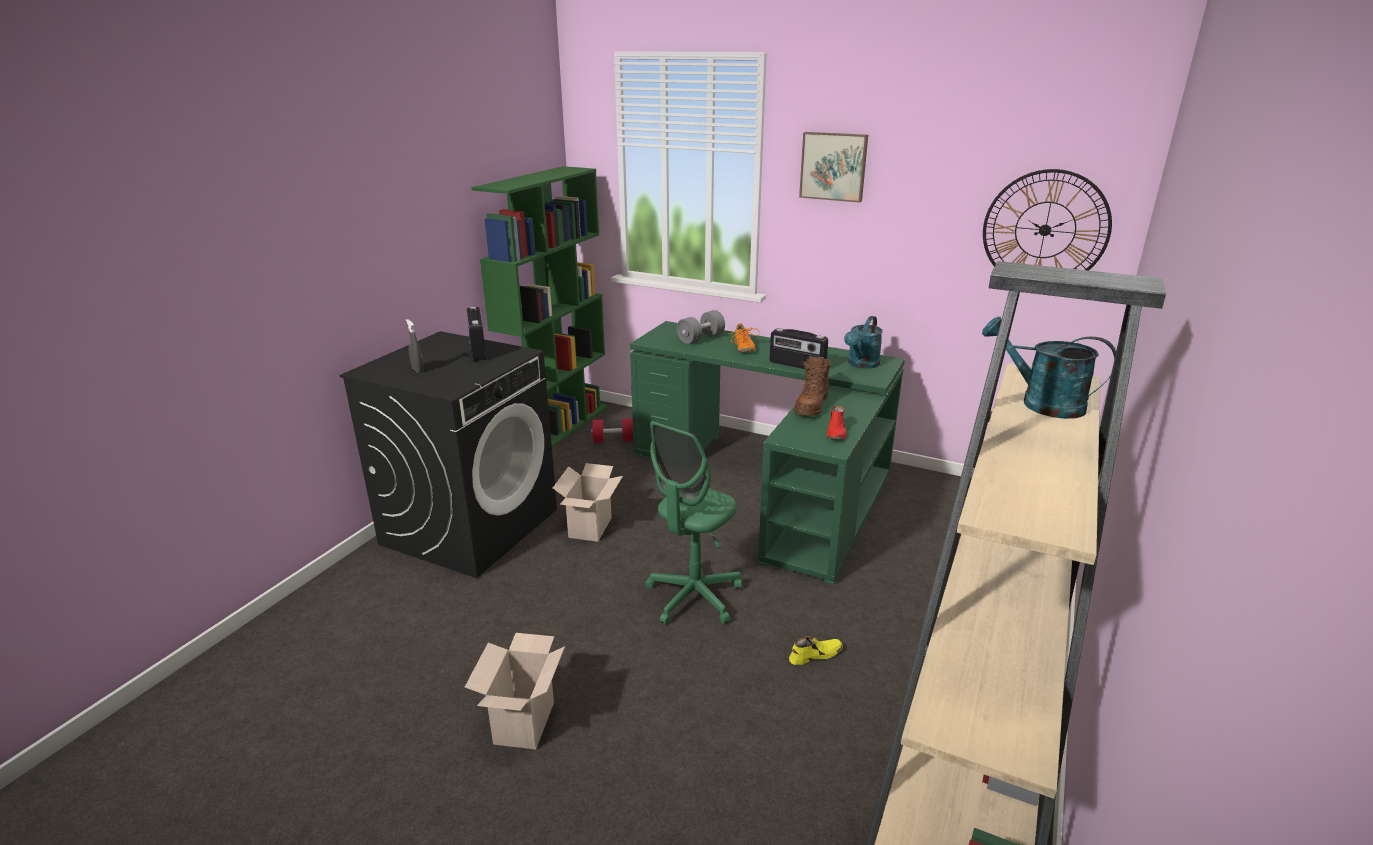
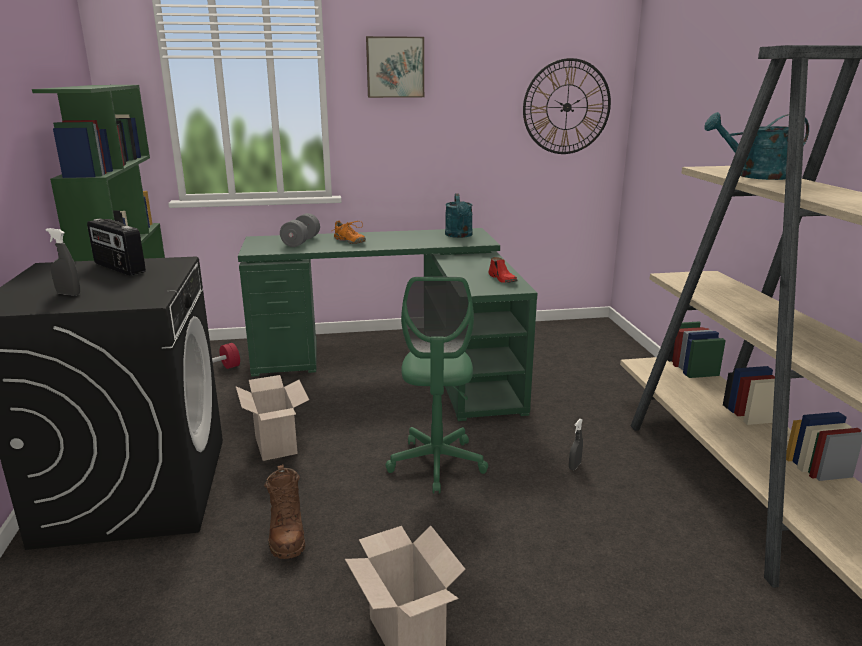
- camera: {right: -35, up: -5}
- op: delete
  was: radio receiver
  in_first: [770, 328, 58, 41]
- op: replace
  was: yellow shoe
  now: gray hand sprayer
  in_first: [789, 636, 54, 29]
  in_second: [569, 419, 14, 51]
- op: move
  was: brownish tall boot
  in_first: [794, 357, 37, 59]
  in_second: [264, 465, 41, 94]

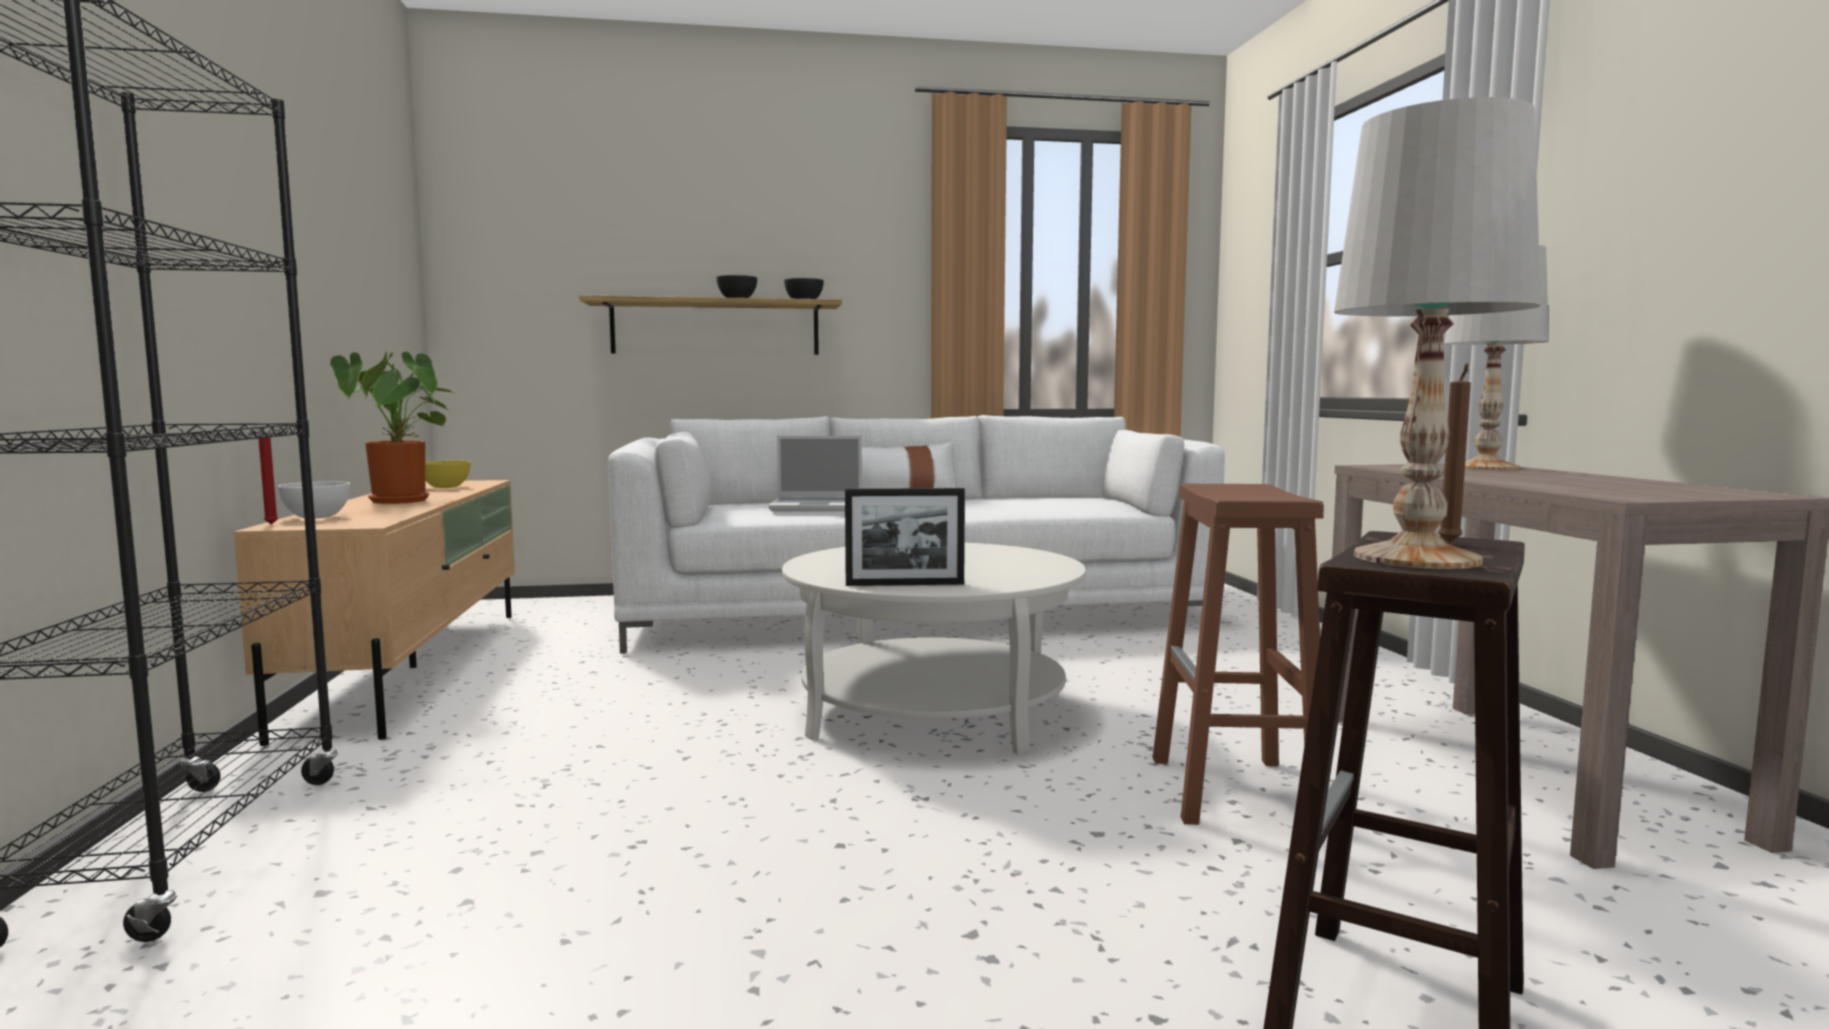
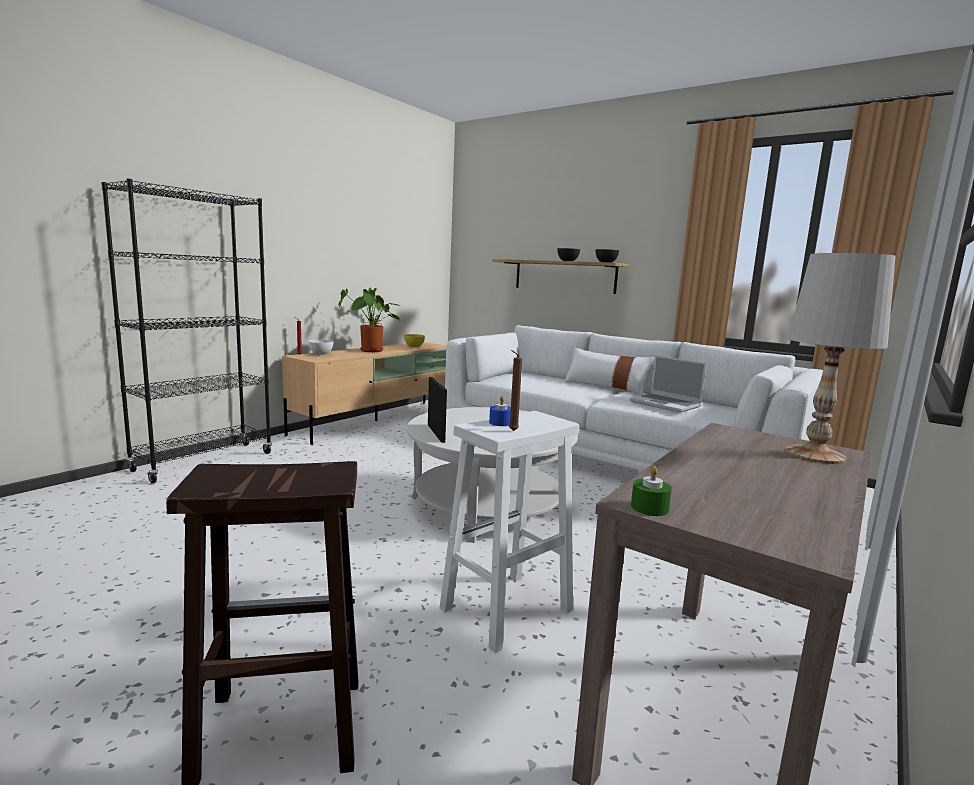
- camera: {right: 45, up: 5}
- op: move
  was: portable computer
  in_first: [768, 436, 94, 76]
  in_second: [630, 355, 77, 58]
- op: rotate
  was: picture frame
  in_first: [845, 488, 120, 98]
  in_second: [428, 377, 19, 66]
  clockwise: -150
- op: recolor
  was: brownish stool
  now: whitish stool
  in_first: [1153, 484, 171, 341]
  in_second: [440, 411, 139, 242]
- op: delete
  was: whitish table lamp
  in_first: [1334, 97, 207, 472]
- op: move
  was: brownish candle
  in_first: [1438, 363, 33, 180]
  in_second: [509, 350, 13, 81]
- op: insert
  now: blue candle
  in_second: [489, 396, 22, 30]
- op: insert
  now: greenish candle
  in_second: [631, 466, 41, 50]

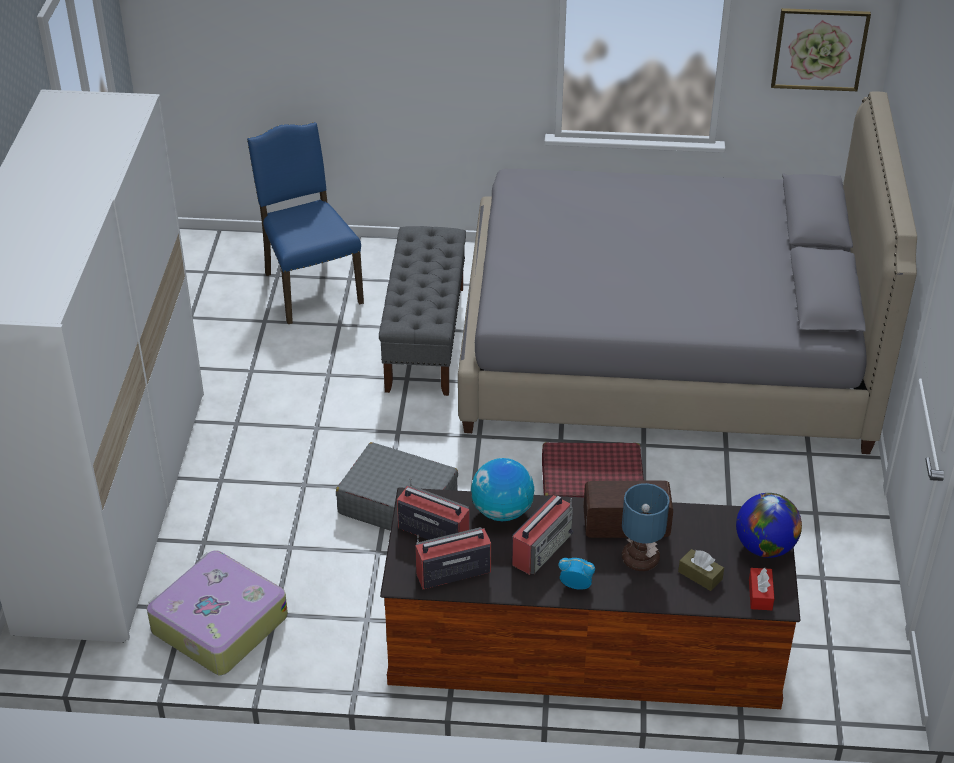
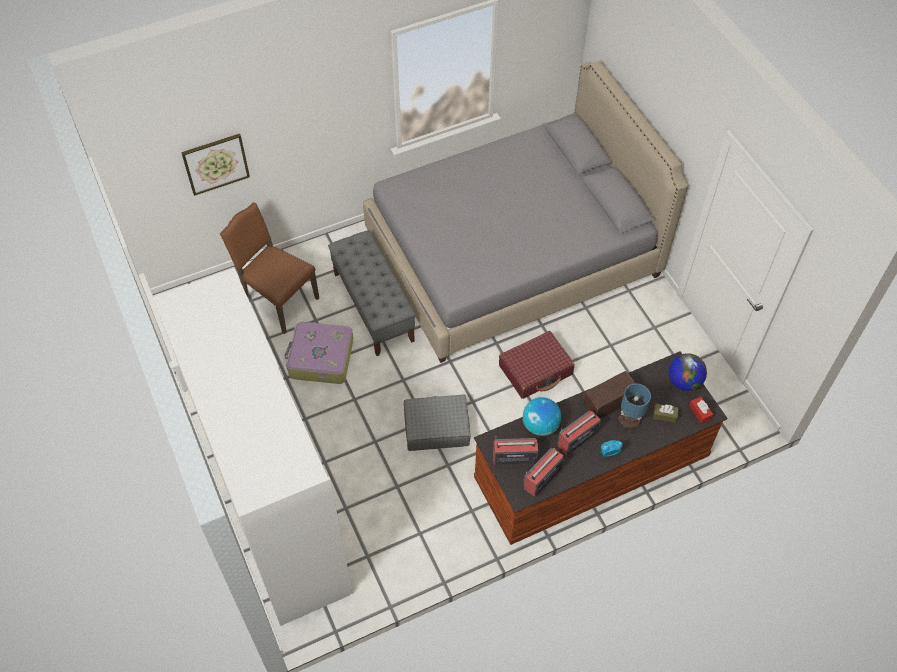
- camera: {right: -30, up: 15}
- op: move
  was: travel case
  in_first: [147, 551, 141, 124]
  in_second: [285, 322, 68, 62]
- op: recolor
  was: blue chair
  now: brownish chair
  in_first: [247, 122, 117, 202]
  in_second: [220, 202, 99, 132]
- op: rotate
  was: radio receiver
  in_first: [512, 495, 62, 80]
  in_second: [558, 411, 43, 44]
  clockwise: -135
- op: move
  was: wall picture
  in_first: [771, 8, 100, 83]
  in_second: [181, 134, 69, 62]

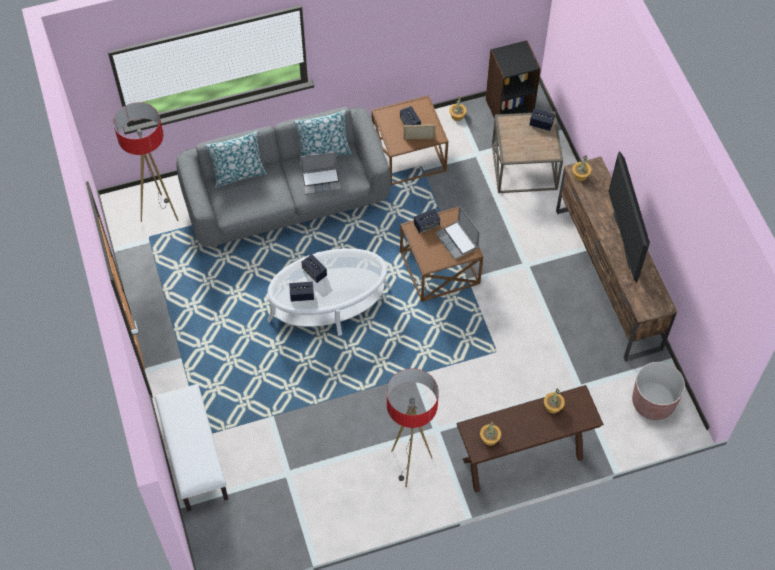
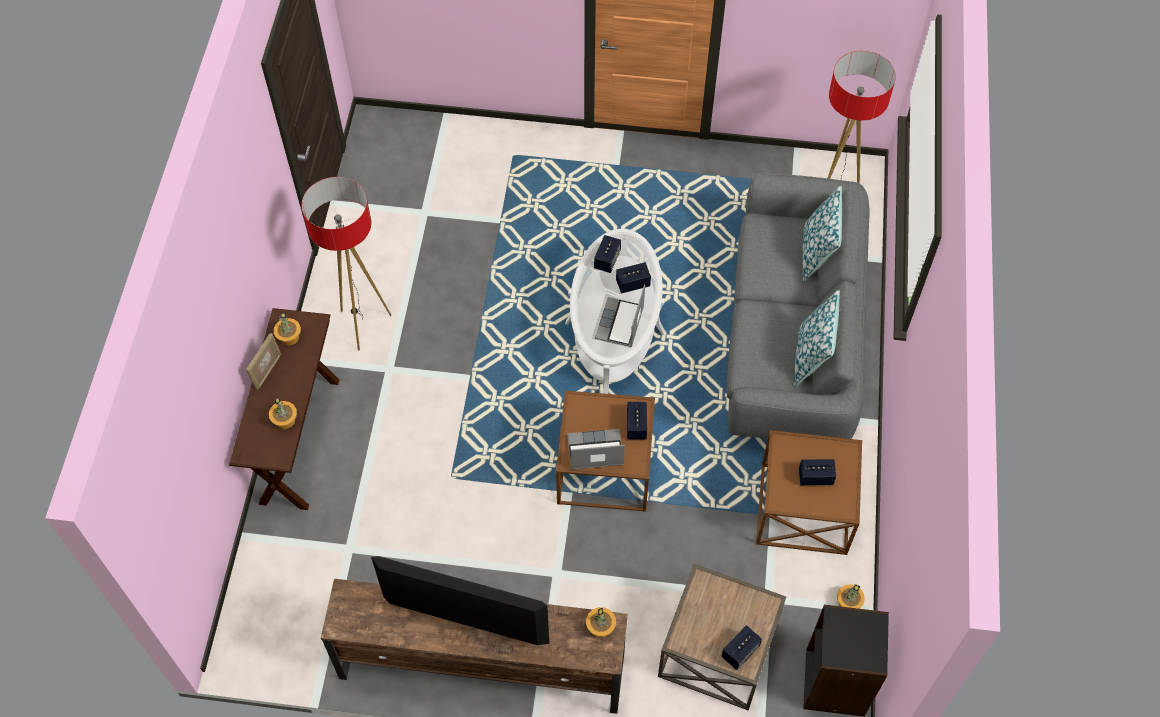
- camera: {right: 115, up: 0}
- op: delete
  was: whitish long seat
  in_first: [155, 384, 73, 127]
- op: move
  was: portable computer
  in_first: [300, 152, 41, 43]
  in_second: [595, 285, 50, 62]
- op: move
  was: picture frame
  in_first: [404, 124, 32, 16]
  in_second: [246, 333, 36, 58]
- op: delete
  was: brownish planter
  in_first: [632, 362, 53, 58]

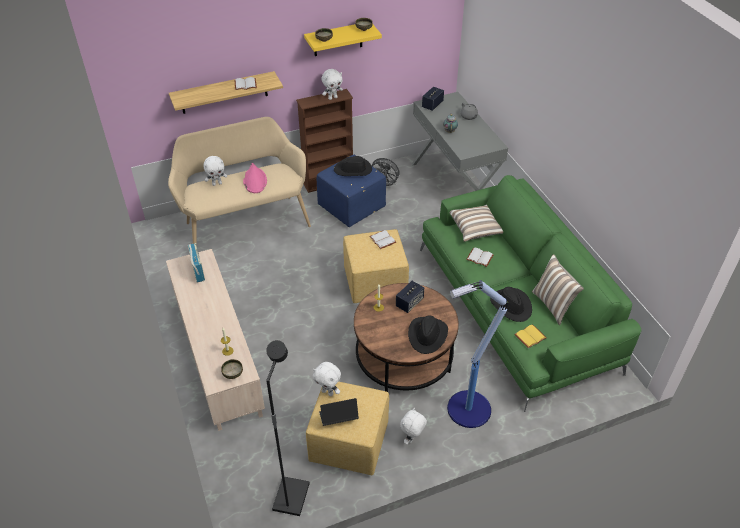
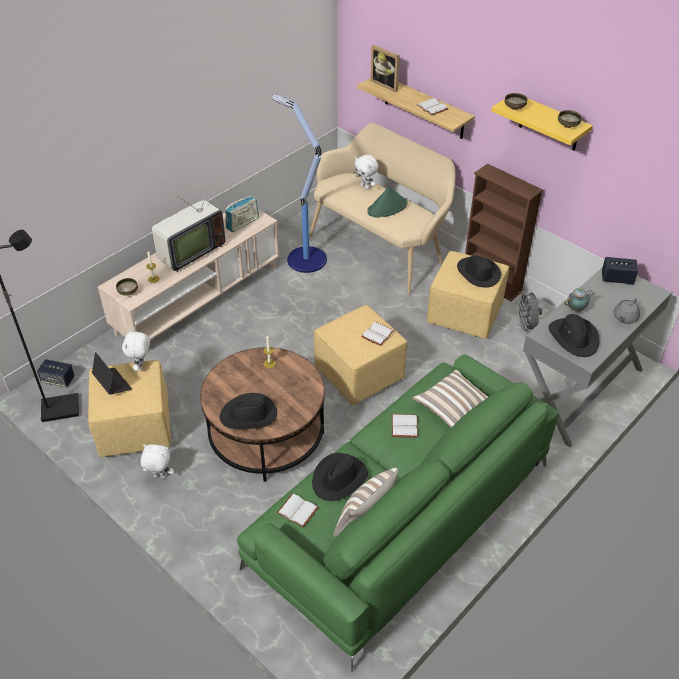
- camera: {right: 65, up: 0}
- op: recolor
  was: pinkish hat
  now: greenish hat
  in_first: [243, 163, 24, 30]
  in_second: [367, 186, 40, 31]
- op: recolor
  was: blue pouffe
  now: yellow pouffe
  in_first: [317, 155, 69, 72]
  in_second: [427, 251, 82, 88]
- op: delete
  was: whitish cuddly toy
  in_first: [321, 69, 22, 31]
- op: move
  was: speaker
  in_first: [396, 281, 28, 32]
  in_second: [37, 359, 38, 28]
- op: move
  was: standing lamp
  in_first: [447, 280, 61, 148]
  in_second: [272, 94, 55, 179]
- op: recolor
  was: yellow volume
  now: whitish volume
  in_first: [514, 324, 33, 24]
  in_second: [277, 493, 42, 35]
- op: insert
  now: TV
  in_second: [151, 175, 74, 97]
- op: insert
  now: picture frame
  in_second: [371, 45, 29, 47]
- op: insert
  now: black hat
  in_second: [548, 314, 51, 43]

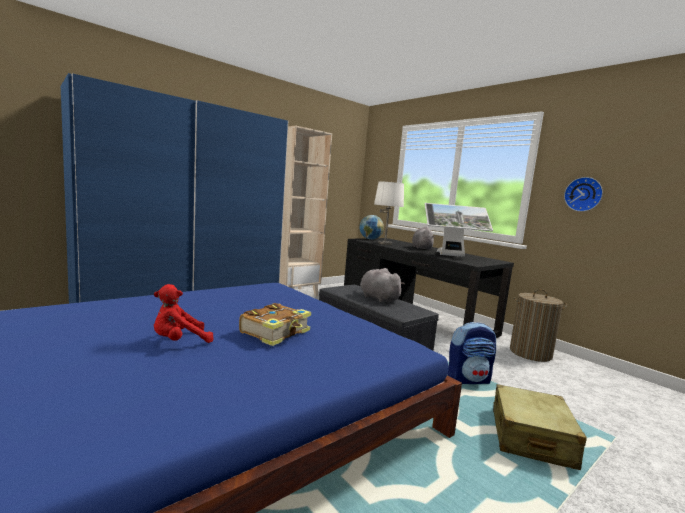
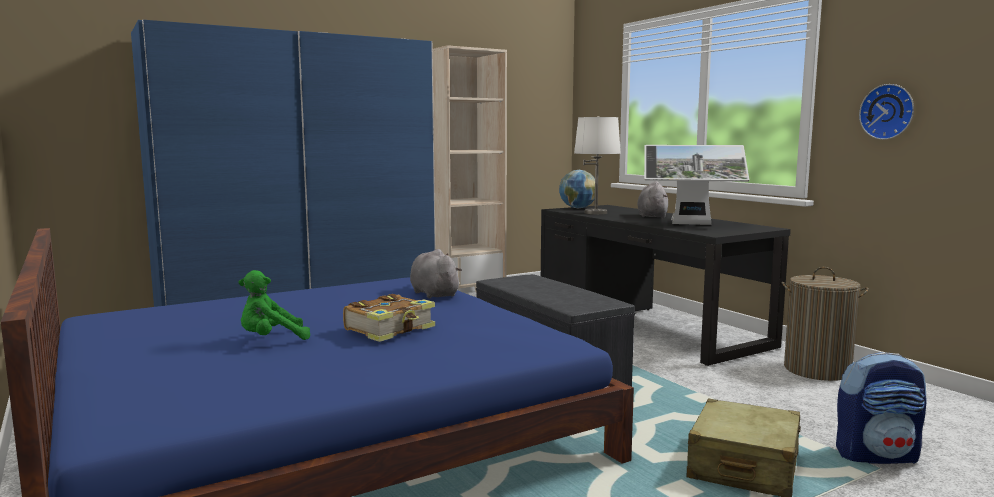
- camera: {right: 10, up: 0}
- op: recolor
  was: reddish cuddly toy
  now: greenish cuddly toy
  in_first: [154, 284, 59, 59]
  in_second: [239, 270, 71, 70]
- op: move
  was: gray cuddly toy
  in_first: [360, 268, 45, 34]
  in_second: [410, 249, 52, 49]
- op: move
  was: rucksack
  in_first: [448, 322, 48, 62]
  in_second: [836, 352, 90, 112]

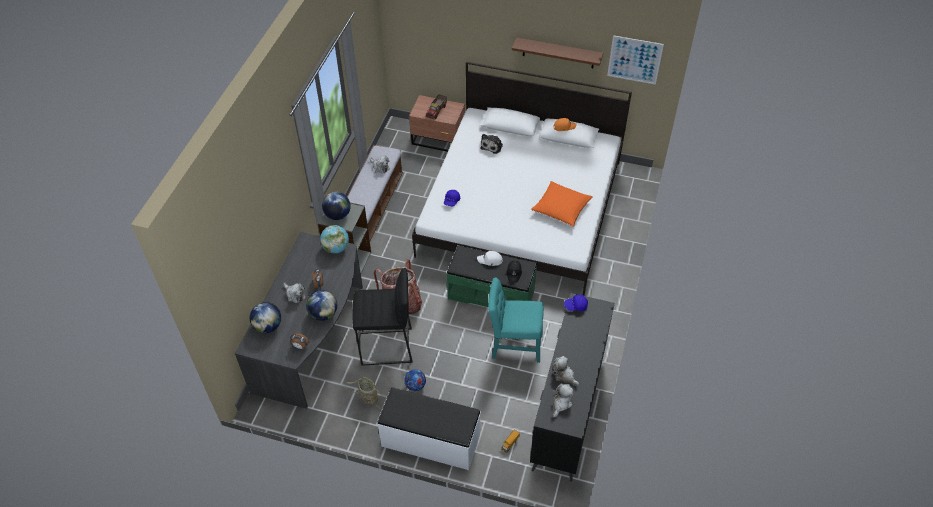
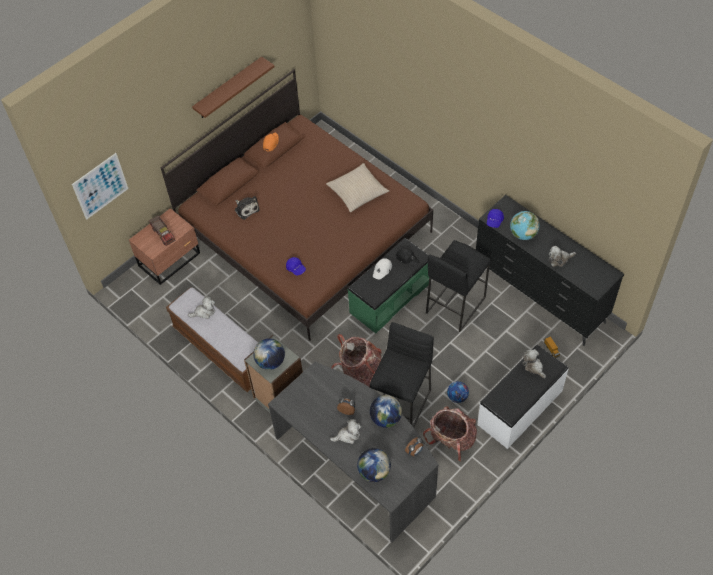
- camera: {right: -60, up: 5}
- op: move
  was: desk globe
  in_first: [320, 225, 29, 28]
  in_second: [510, 211, 30, 29]
- op: replace
  was: household basket
  now: rucksack
  in_first: [345, 377, 43, 32]
  in_second: [423, 406, 54, 55]
- op: recolor
  was: whitish bed
  now: brownish bed
  in_first: [412, 62, 220, 234]
  in_second: [161, 69, 272, 272]
- op: replace
  was: turquoise chair
  now: black stool
  in_first: [488, 278, 56, 85]
  in_second: [426, 240, 65, 92]
- op: recolor
  was: orangey cushion
  now: sand-coloured cushion
  in_first: [531, 181, 62, 45]
  in_second: [326, 163, 63, 49]
- op: move
  was: cuddly toy
  in_first: [553, 384, 20, 33]
  in_second: [523, 349, 23, 29]
- op: move
  was: wall picture
  in_first: [607, 35, 57, 50]
  in_second: [72, 153, 57, 67]

